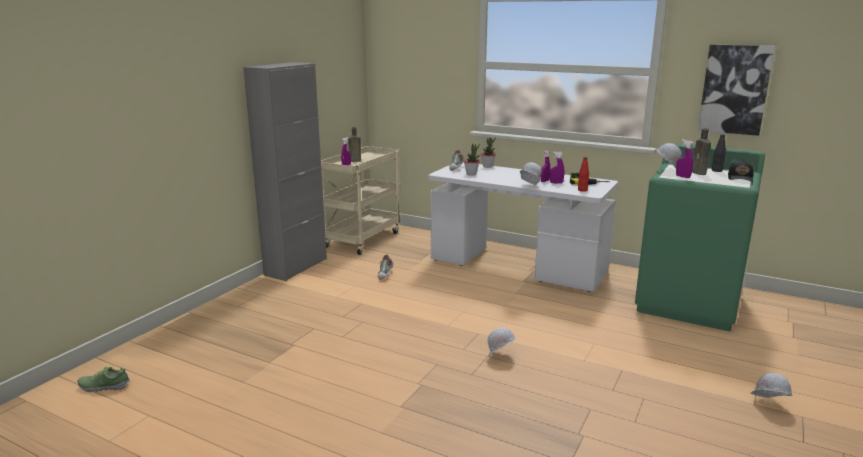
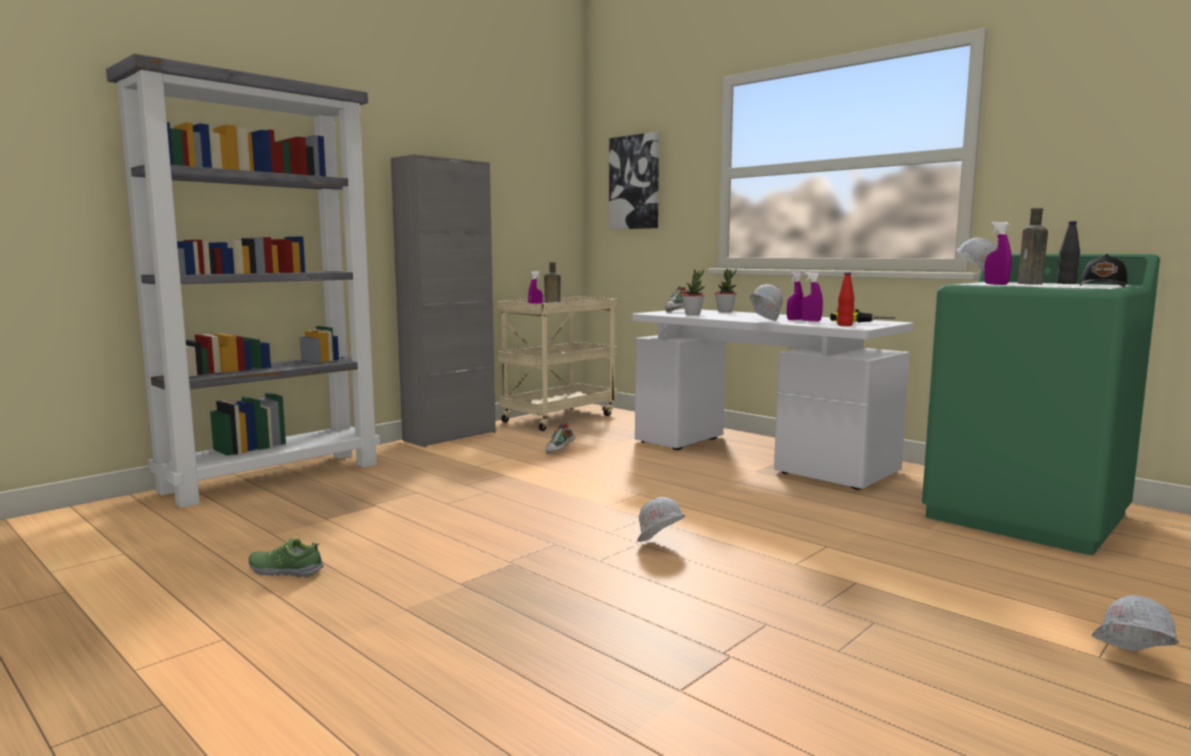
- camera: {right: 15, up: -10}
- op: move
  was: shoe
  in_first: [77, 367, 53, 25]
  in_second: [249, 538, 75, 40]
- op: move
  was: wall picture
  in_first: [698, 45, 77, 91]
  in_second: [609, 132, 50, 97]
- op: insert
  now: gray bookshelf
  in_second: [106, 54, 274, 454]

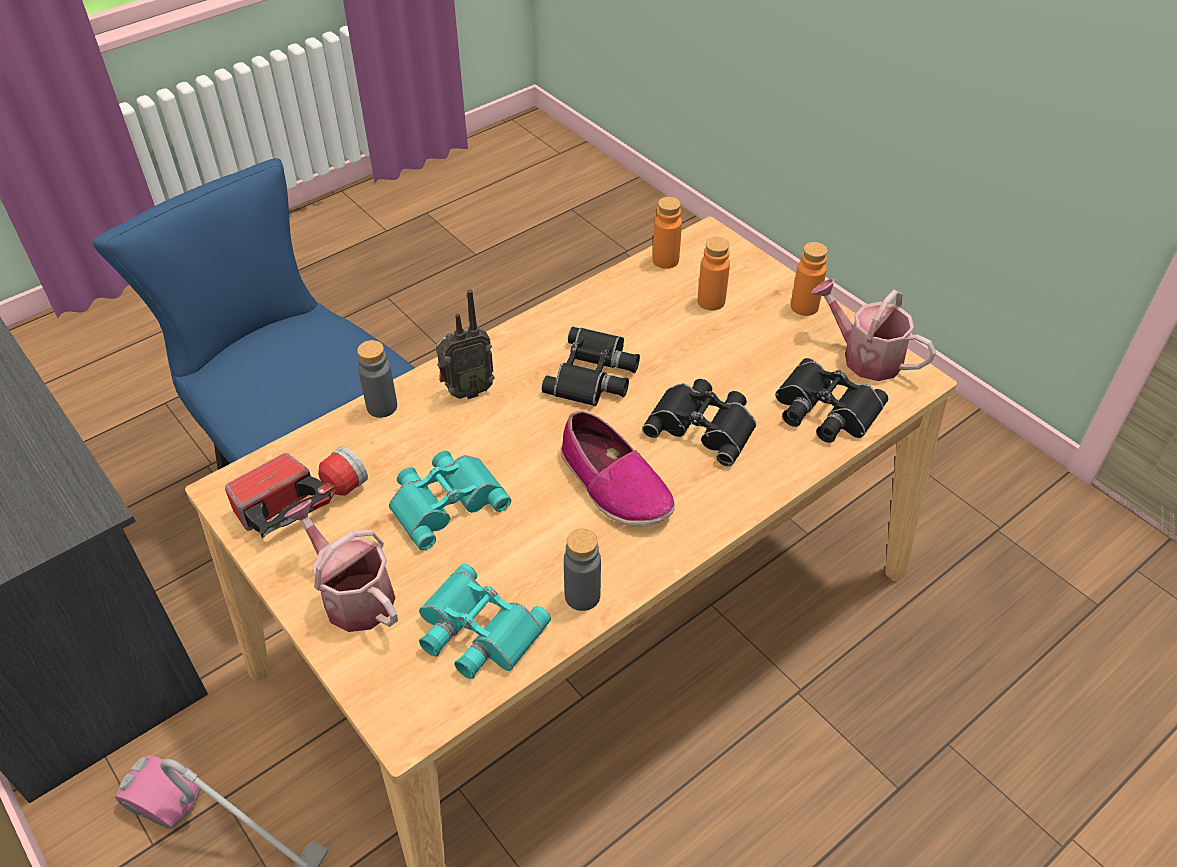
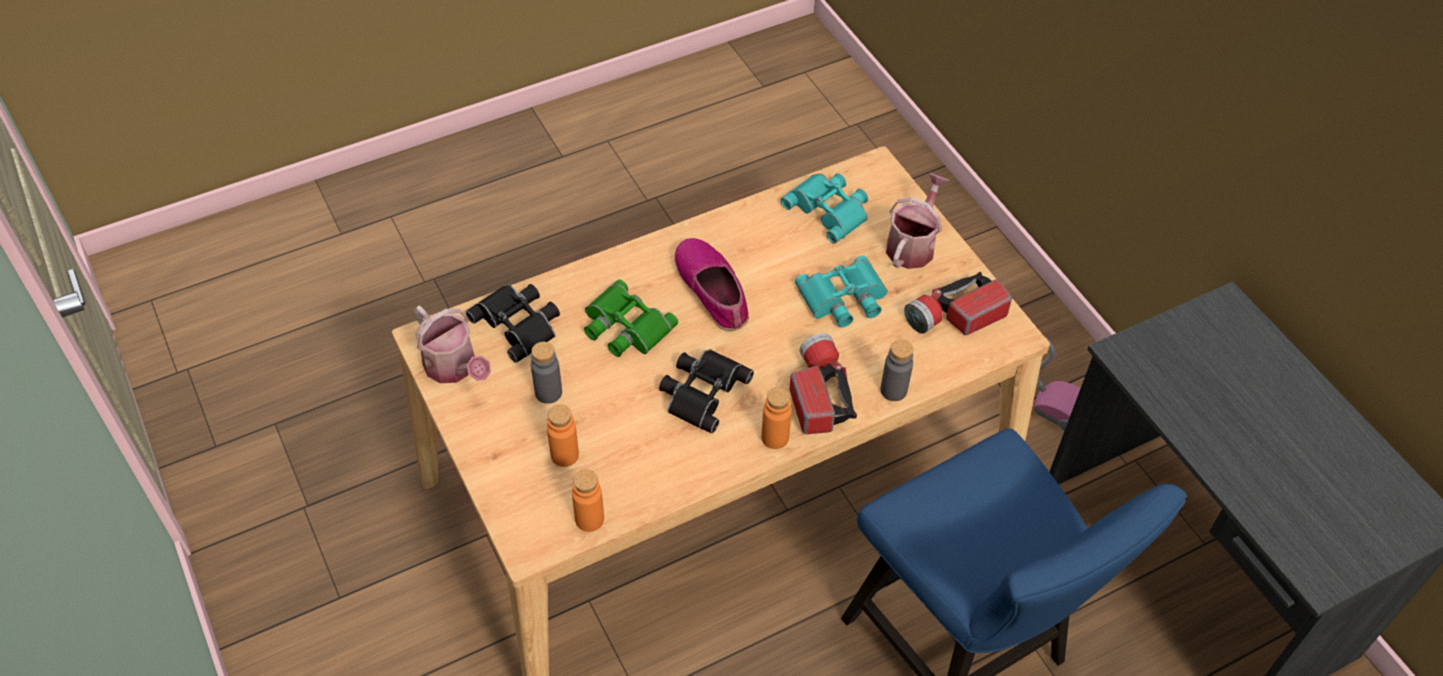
- camera: {right: -170, up: 5}
- op: rotate
  was: watering can
  in_first: [284, 499, 114, 133]
  in_second: [886, 173, 63, 96]
  clockwise: -120
- op: replace
  was: radio receiver
  now: torch
  in_first: [436, 289, 59, 110]
  in_second: [790, 333, 67, 101]
- op: move
  was: gray beverage bottle
  in_first: [564, 529, 37, 82]
  in_second: [531, 342, 31, 62]
- op: recolor
  was: black field glasses
  now: greenish field glasses
  in_first: [642, 379, 114, 87]
  in_second: [584, 279, 94, 78]
- op: move
  was: orangey beverage bottle
  in_first: [791, 242, 37, 74]
  in_second: [761, 387, 31, 62]

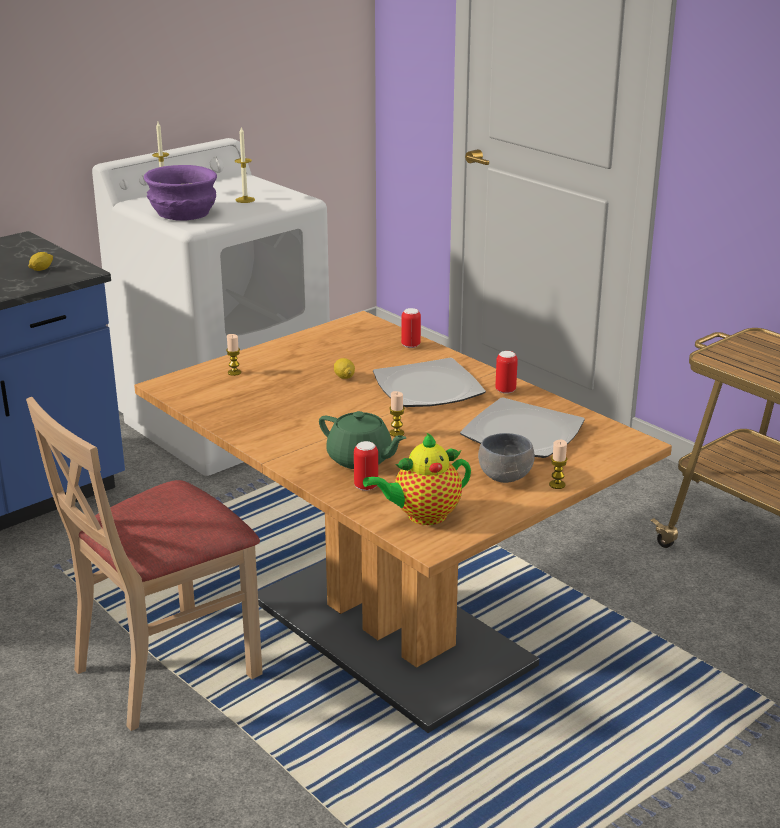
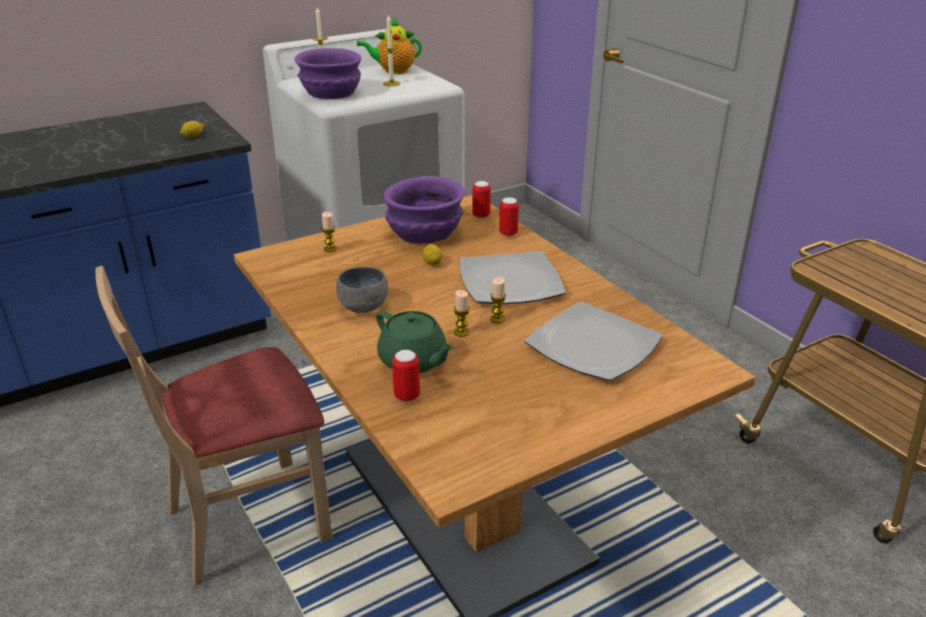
- camera: {right: 10, up: 5}
- op: move
  was: teapot
  in_first: [363, 432, 108, 93]
  in_second: [357, 18, 65, 56]
- op: move
  was: gray serving bowl
  in_first: [478, 433, 57, 50]
  in_second: [336, 267, 52, 46]
- op: move
  was: metal can
  in_first: [495, 351, 23, 43]
  in_second: [472, 181, 19, 37]
- op: move
  was: candle
  in_first: [549, 440, 19, 49]
  in_second: [490, 277, 16, 46]
- op: insert
  now: purple-coloured serving bowl
  in_second: [383, 176, 82, 67]

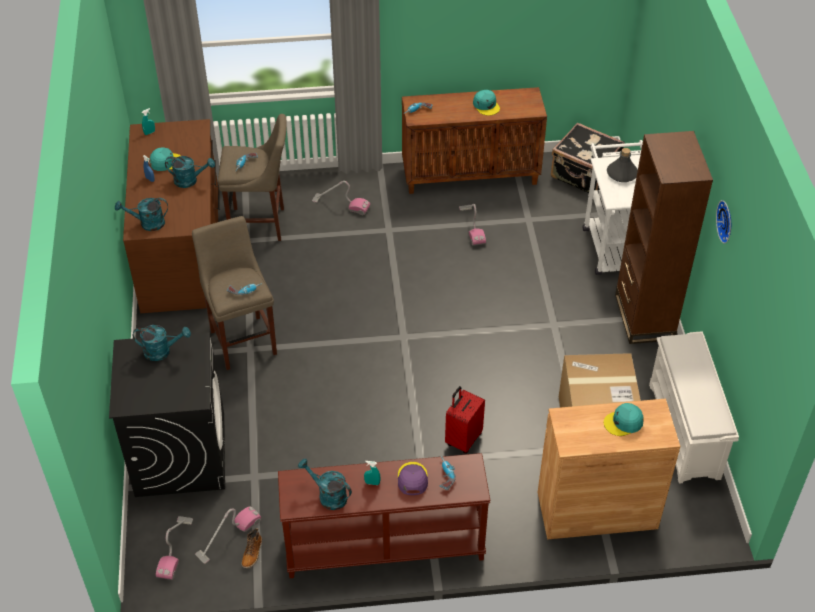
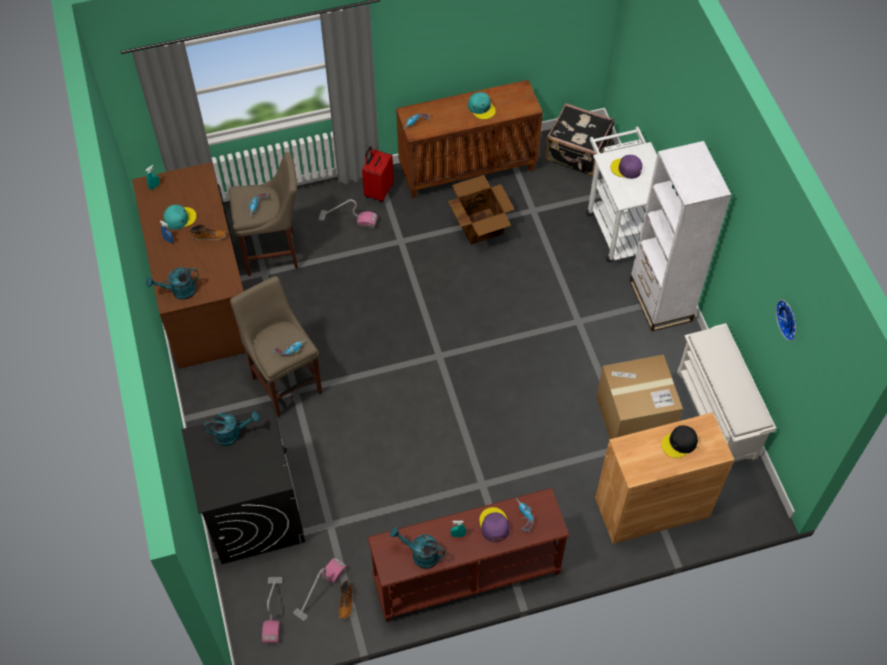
- camera: {right: -10, up: 10}
- op: replace
  was: turquoise watering can
  now: tall boot
  in_first: [165, 156, 50, 32]
  in_second: [190, 225, 36, 16]
- op: move
  was: reddish travel case
  in_first: [445, 386, 40, 68]
  in_second: [362, 146, 32, 56]
- op: replace
  was: vacuum cleaner
  now: packing box
  in_first: [459, 204, 27, 42]
  in_second: [448, 175, 67, 70]
- op: recolor
  was: turquoise cap
  now: black cap
  in_first: [604, 403, 40, 33]
  in_second: [661, 425, 37, 33]
- op: replace
  was: gray beverage bottle
  now: purple-coloured cap
  in_first: [607, 148, 31, 34]
  in_second: [610, 155, 32, 24]
- op: recolor
  was: brownish bookshelf
  now: whitish bookshelf
  in_first: [615, 131, 98, 213]
  in_second: [630, 141, 101, 190]
- op: move
  was: clock on the wall
  in_first: [716, 200, 15, 44]
  in_second: [776, 300, 20, 41]

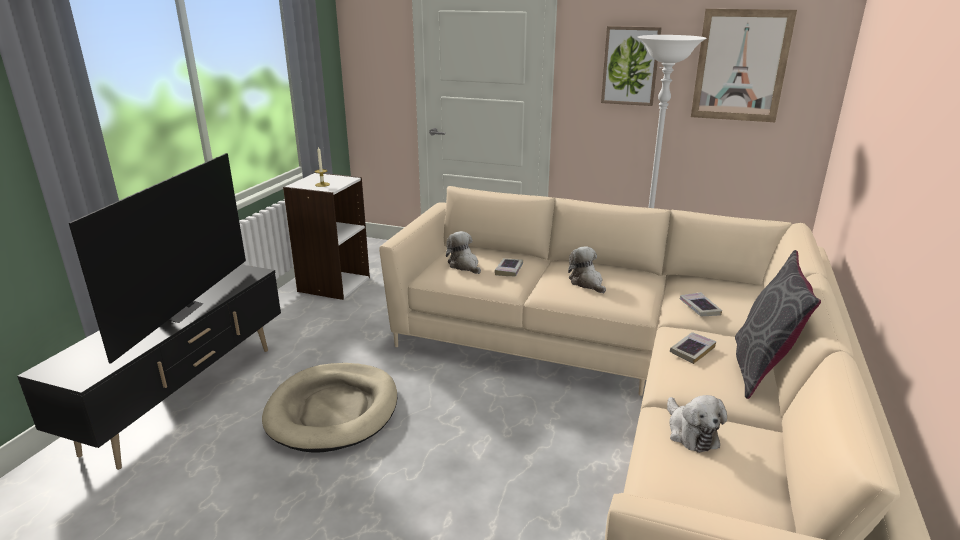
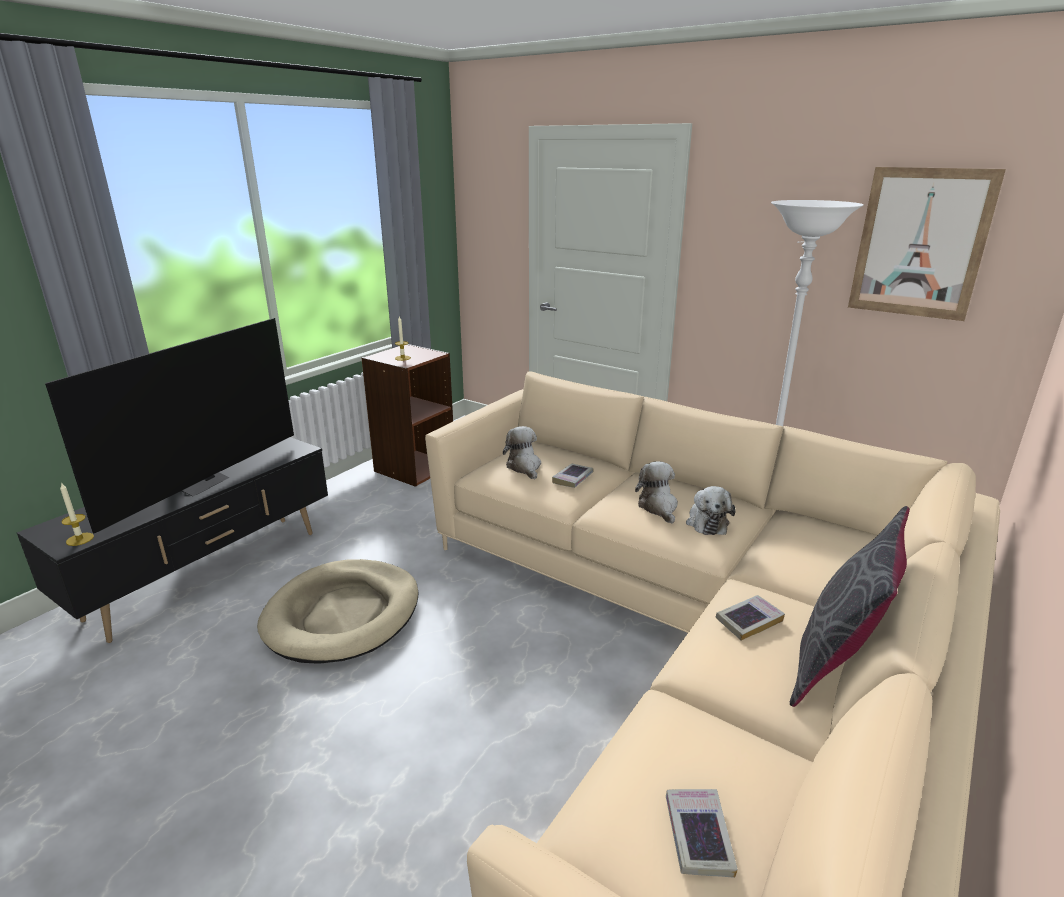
- camera: {right: 15, up: 0}
- op: recolor
  was: whitish bookshelf
  now: brownish bookshelf
  in_first: [283, 172, 87, 128]
  in_second: [362, 344, 91, 143]
- op: delete
  was: wall picture
  in_first: [601, 26, 61, 80]
- op: move
  was: cuddly toy
  in_first: [667, 395, 60, 58]
  in_second: [686, 486, 49, 49]
- op: move
  was: volume
  in_first: [680, 292, 42, 24]
  in_second: [666, 789, 72, 89]
- op: insert
  now: candle
  in_second: [60, 482, 34, 64]

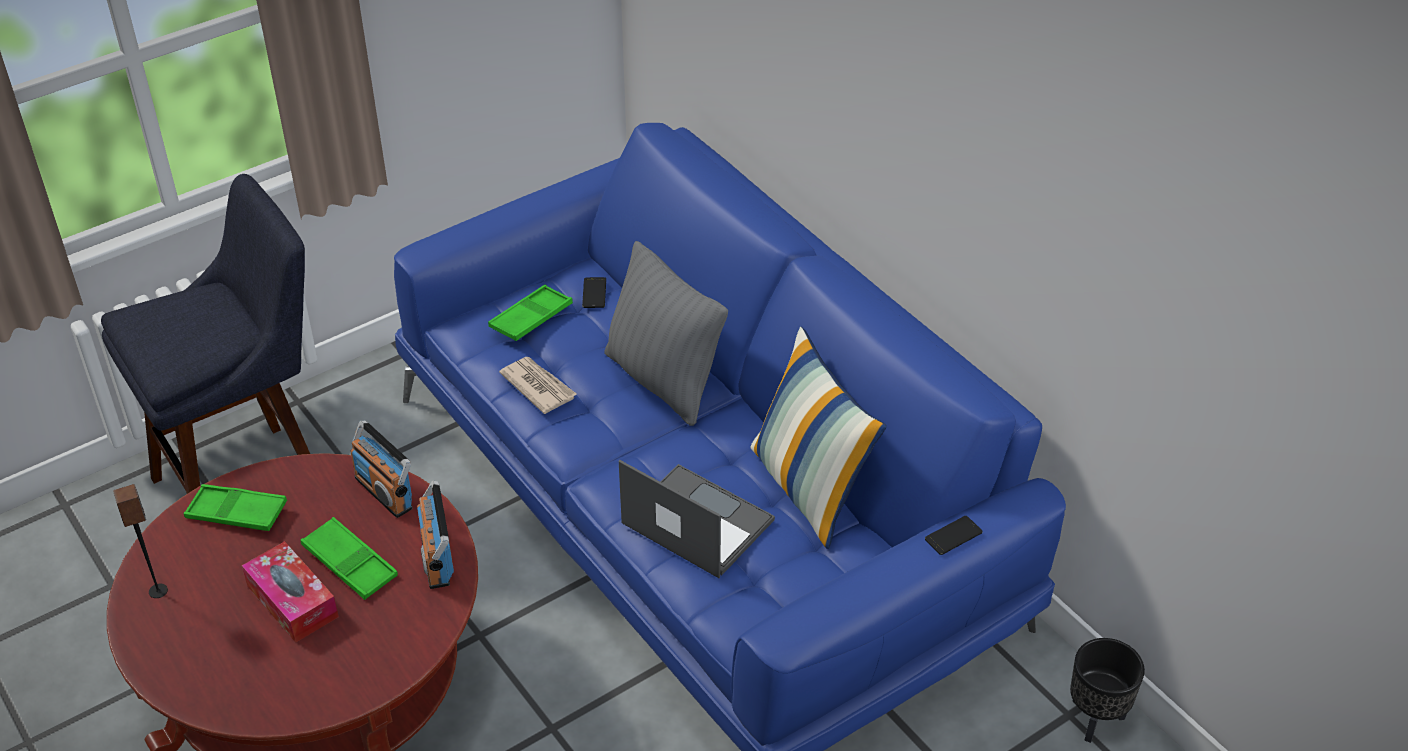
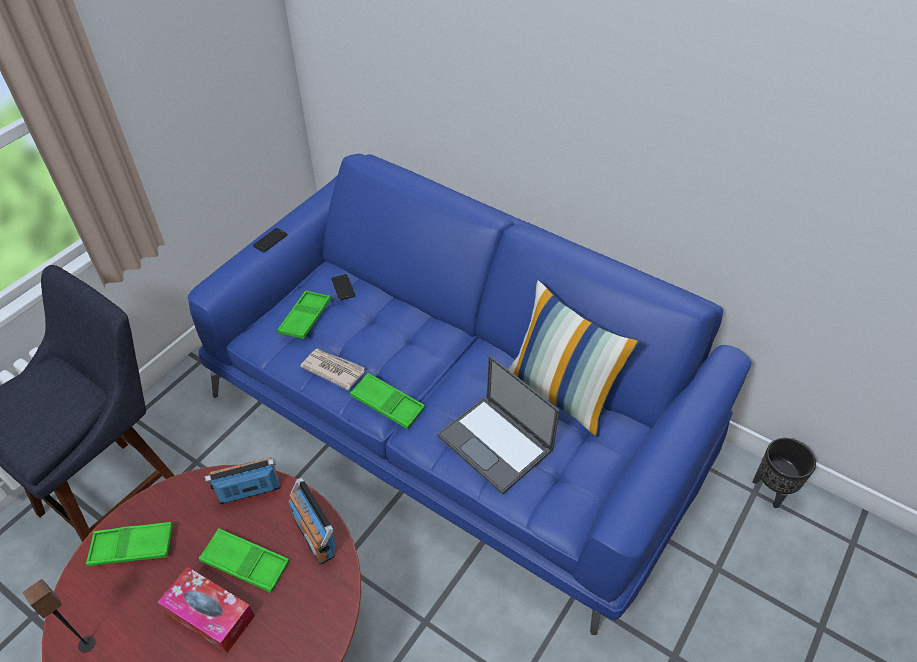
- camera: {right: -20, up: 5}
- op: rotate
  was: radio receiver
  in_first: [350, 421, 63, 97]
  in_second: [205, 457, 76, 47]
  clockwise: 135
- op: delete
  was: gray cushion
  in_first: [604, 241, 124, 185]
- op: rotate
  was: portable computer
  in_first: [619, 460, 156, 118]
  in_second: [437, 355, 123, 140]
  clockwise: -150
- op: move
  was: phone
  in_first: [925, 516, 58, 39]
  in_second: [253, 228, 35, 24]
- op: insert
  now: greenish tray
  in_second: [350, 373, 75, 56]

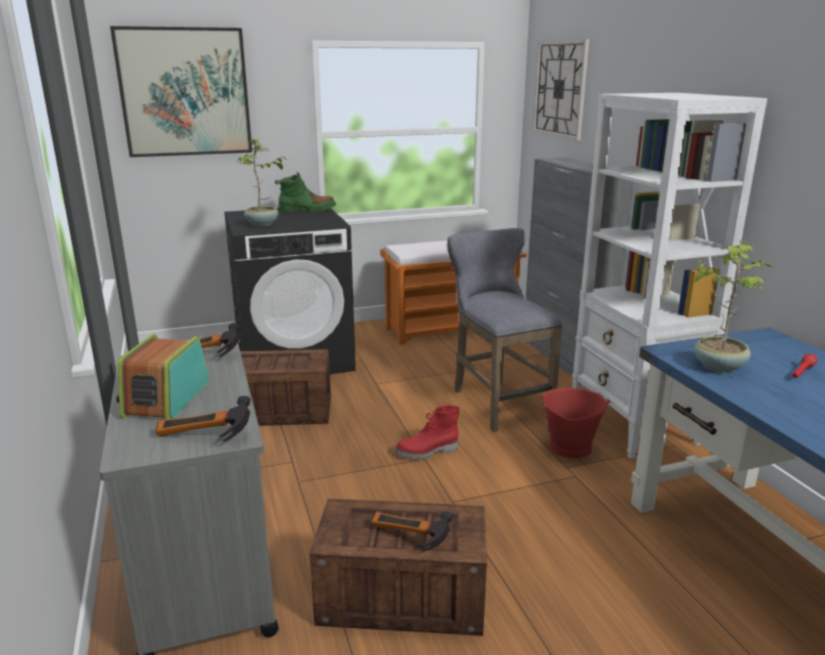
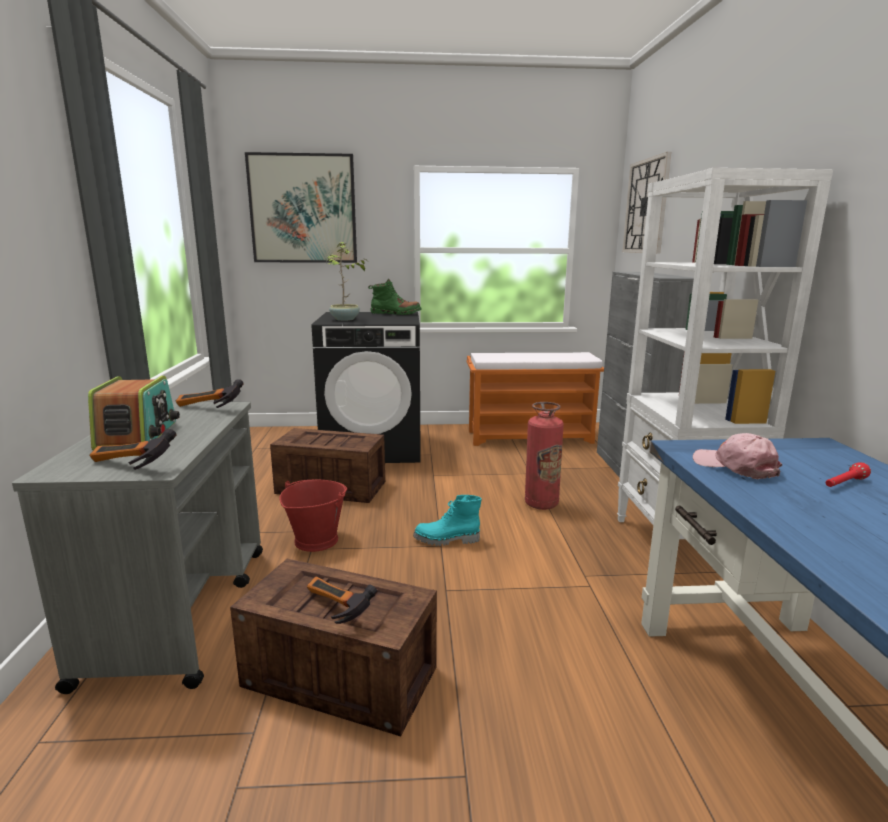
- camera: {right: 15, up: -5}
- op: rotate
  was: radio receiver
  in_first: [116, 334, 93, 85]
  in_second: [88, 376, 92, 74]
  clockwise: 150
- op: recolor
  was: reddish tall boot
  now: turquoise tall boot
  in_first: [395, 405, 65, 54]
  in_second: [413, 495, 69, 51]
- op: replace
  was: gray stool
  now: fire-fighting cylinder
  in_first: [447, 228, 116, 204]
  in_second: [525, 402, 39, 108]
- op: move
  was: reddish water bucket
  in_first: [540, 388, 70, 71]
  in_second: [279, 480, 68, 72]
- op: replace
  was: houseplant
  now: pinkish cap
  in_first: [694, 241, 77, 132]
  in_second: [693, 433, 89, 46]

